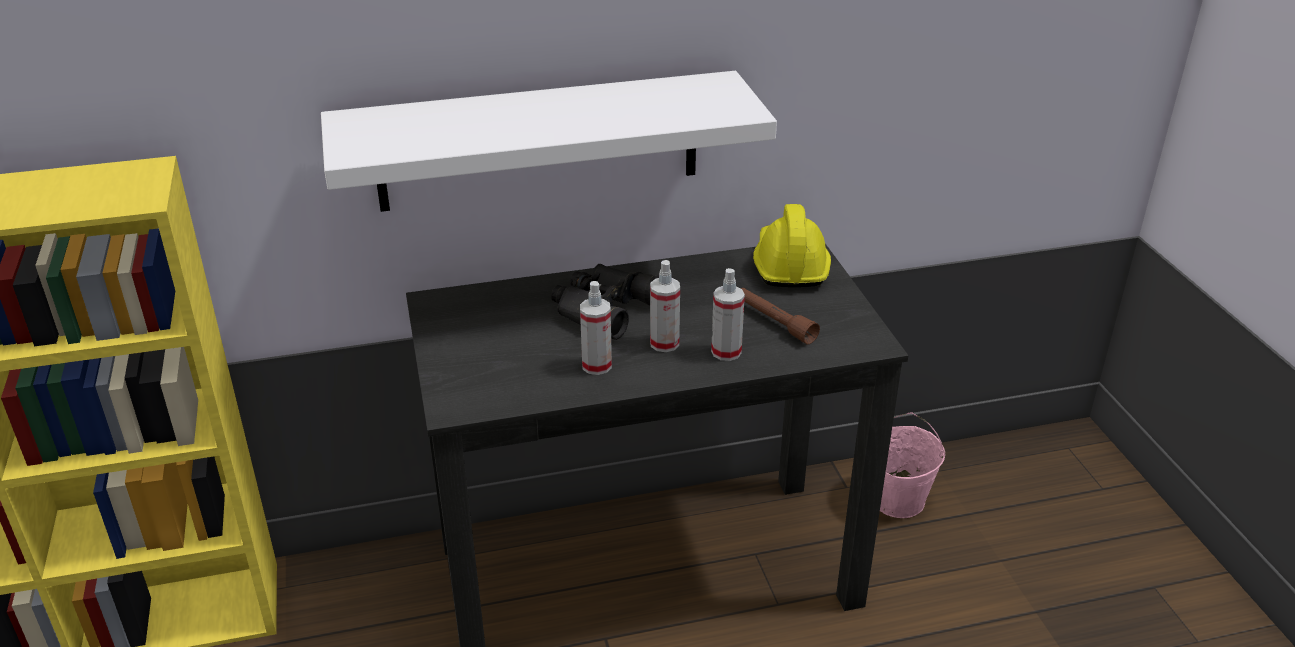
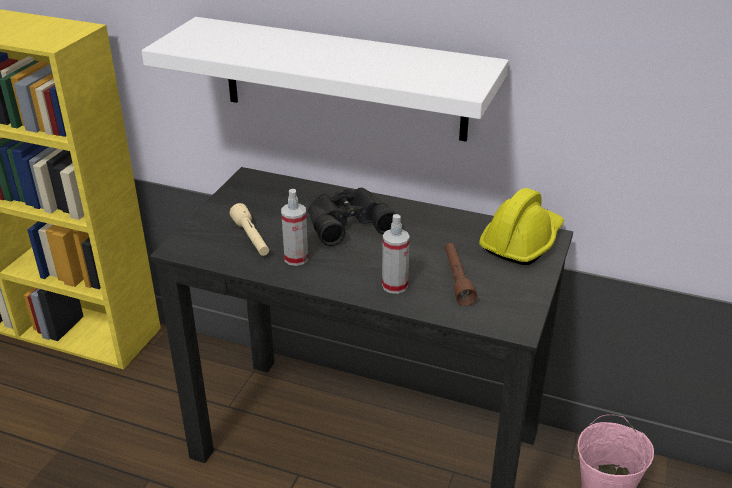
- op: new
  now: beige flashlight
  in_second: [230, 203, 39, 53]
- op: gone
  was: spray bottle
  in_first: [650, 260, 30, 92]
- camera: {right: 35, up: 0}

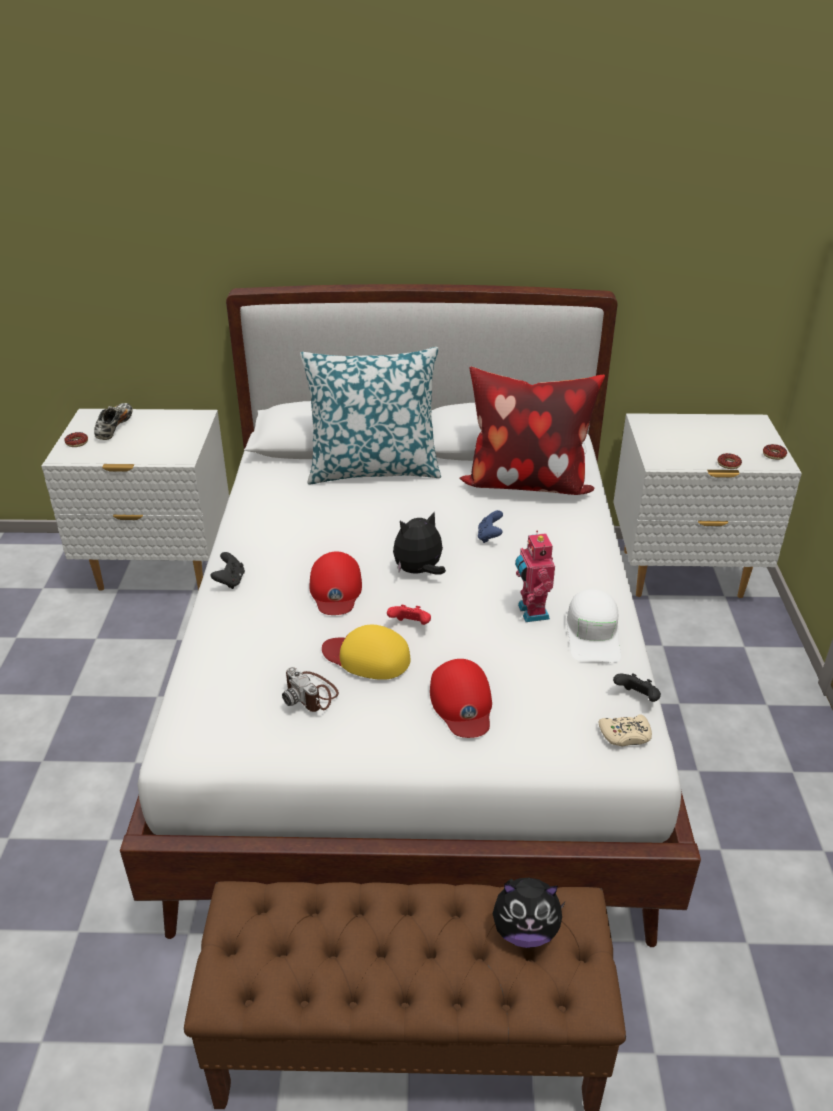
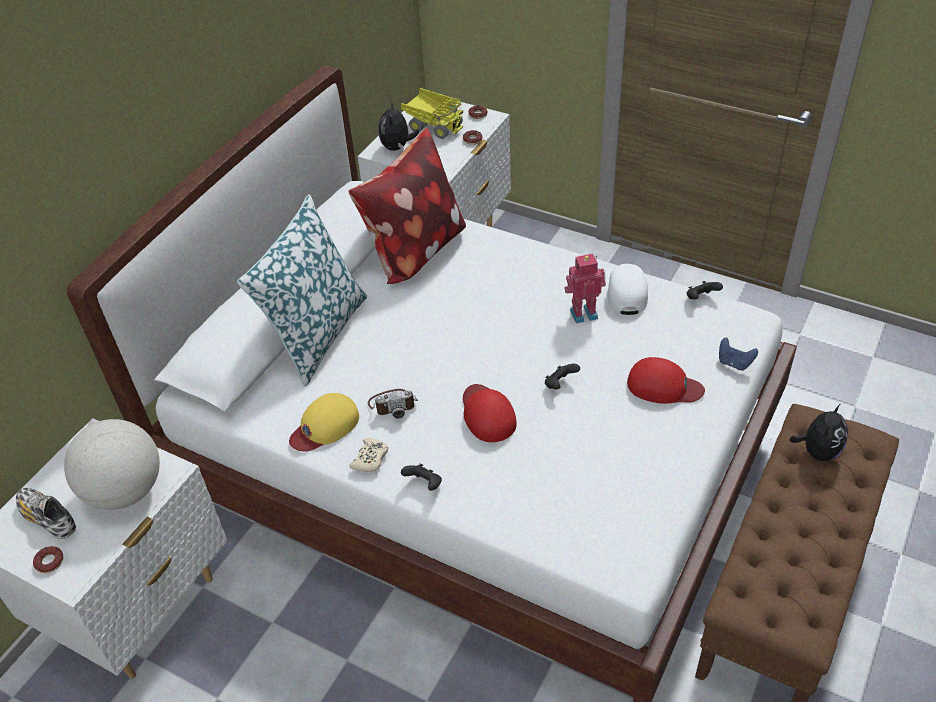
- op: new
  now: globe
  in_second: [64, 419, 96, 91]
- op: shifted
  was: yellow cap
  in_first: [322, 625, 89, 55]
  in_second: [289, 393, 70, 59]
- op: shifted
  was: beige game controller
  in_first: [598, 714, 54, 32]
  in_second: [349, 438, 39, 34]
- op: shifted
  was: photo camera
  in_first: [282, 667, 57, 45]
  in_second: [368, 389, 50, 29]
- op: shifted
  was: plush toy
  in_first: [393, 511, 53, 64]
  in_second: [378, 100, 41, 51]
- op: new
  now: toy truck
  in_second: [401, 88, 63, 51]
- op: rotated
  was: red cap
  in_first: [310, 552, 52, 63]
  in_second: [463, 384, 54, 58]
  clockwise: -135
- op: repainted
  was: red game controller
  now: black game controller
  in_first: [387, 605, 44, 20]
  in_second: [545, 364, 35, 25]
- op: rotated
  was: toy robot
  in_first: [515, 530, 40, 92]
  in_second: [564, 253, 42, 71]
  clockwise: 150
- op: rotated
  was: white cap
  in_first: [567, 589, 54, 73]
  in_second: [605, 264, 43, 51]
  clockwise: -120
- op: shifted
  was: blue game controller
  in_first: [478, 510, 25, 33]
  in_second: [719, 338, 39, 33]
- camera: {right: -60, up: 10}

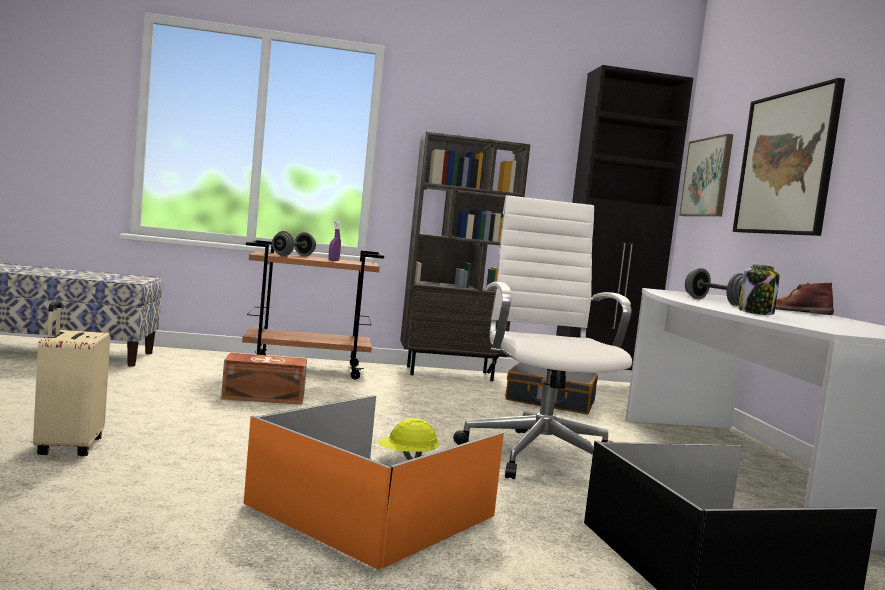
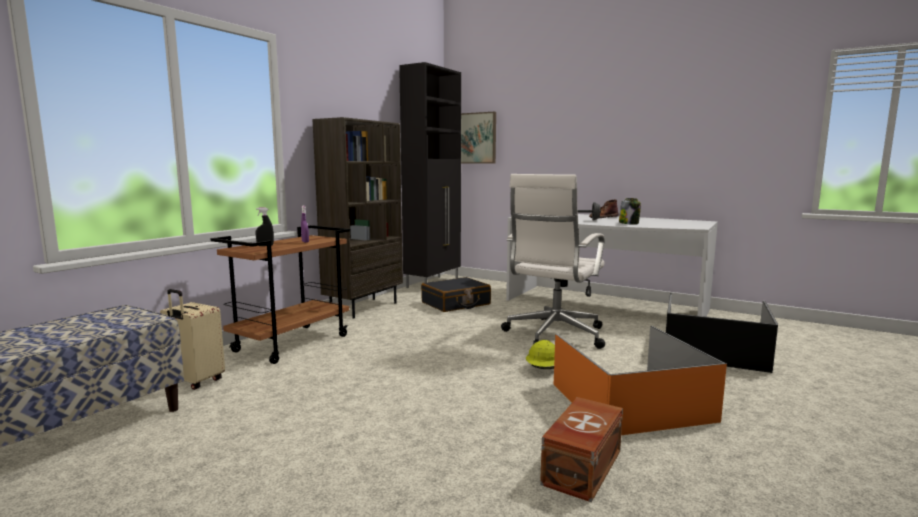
- op: shifted
  was: beige suitcase
  in_first: [33, 301, 77, 155]
  in_second: [160, 289, 65, 101]
- op: swapped
  was: grey dumbbell
  now: black spray bottle
  in_first: [272, 231, 44, 25]
  in_second: [256, 208, 18, 38]
- op: rotated
  was: white office chair
  in_first: [453, 195, 179, 284]
  in_second: [501, 174, 104, 175]
  clockwise: -90
- op: shifted
  was: brown storage box
  in_first: [221, 353, 86, 52]
  in_second: [540, 397, 83, 105]
- op: gone
  was: picture
  in_first: [733, 78, 112, 158]
- camera: {right: -50, up: 5}

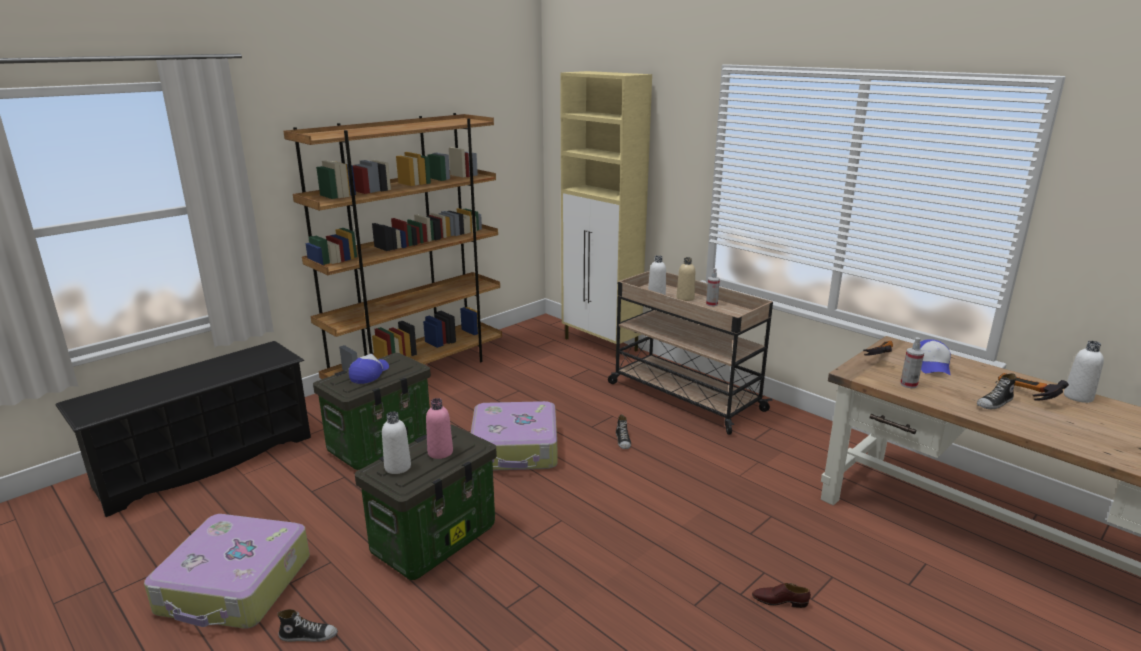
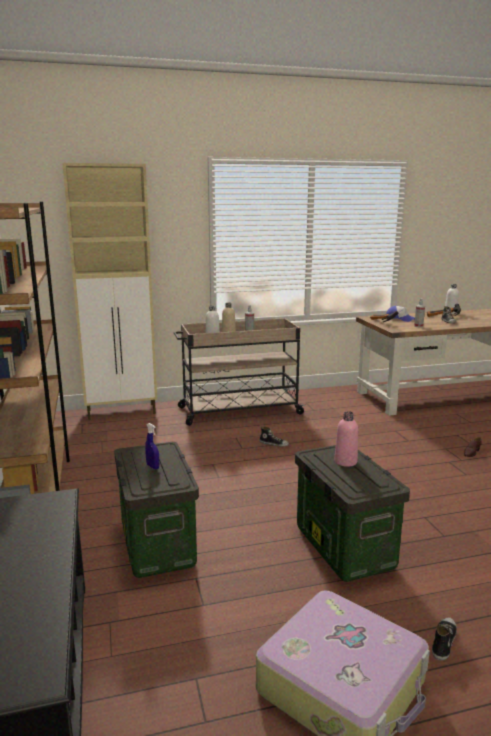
- op: swapped
  was: cap
  now: blue spray bottle
  in_first: [349, 354, 40, 30]
  in_second: [145, 423, 14, 46]
- op: gone
  was: white bottle
  in_first: [382, 411, 29, 63]
- op: gone
  was: suitcase
  in_first: [471, 401, 87, 70]
- camera: {right: -60, up: -5}

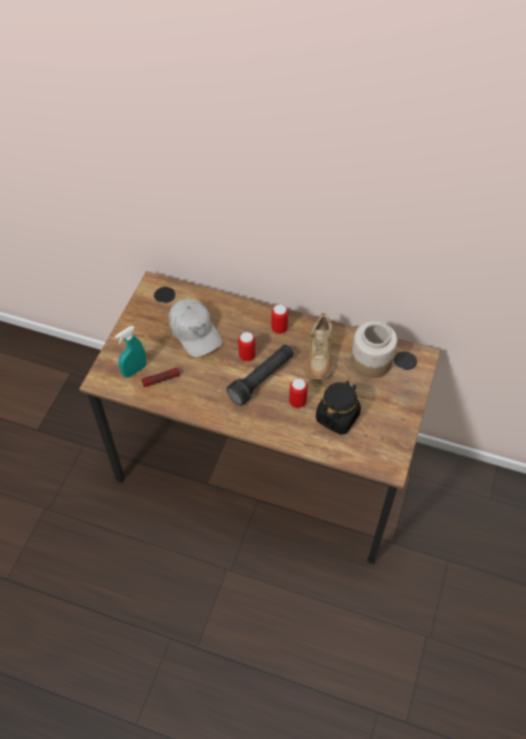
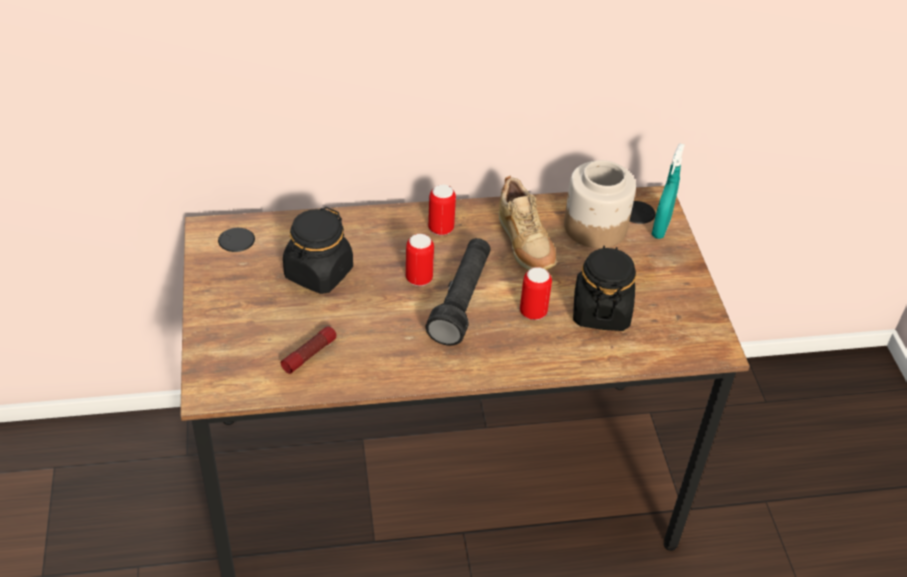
- op: swapped
  was: white cap
  now: black jar
  in_first: [169, 299, 53, 58]
  in_second: [283, 207, 70, 87]
- op: shifted
  was: turquoise spray bottle
  in_first: [115, 326, 31, 52]
  in_second: [652, 143, 33, 96]
- camera: {right: -30, up: -10}

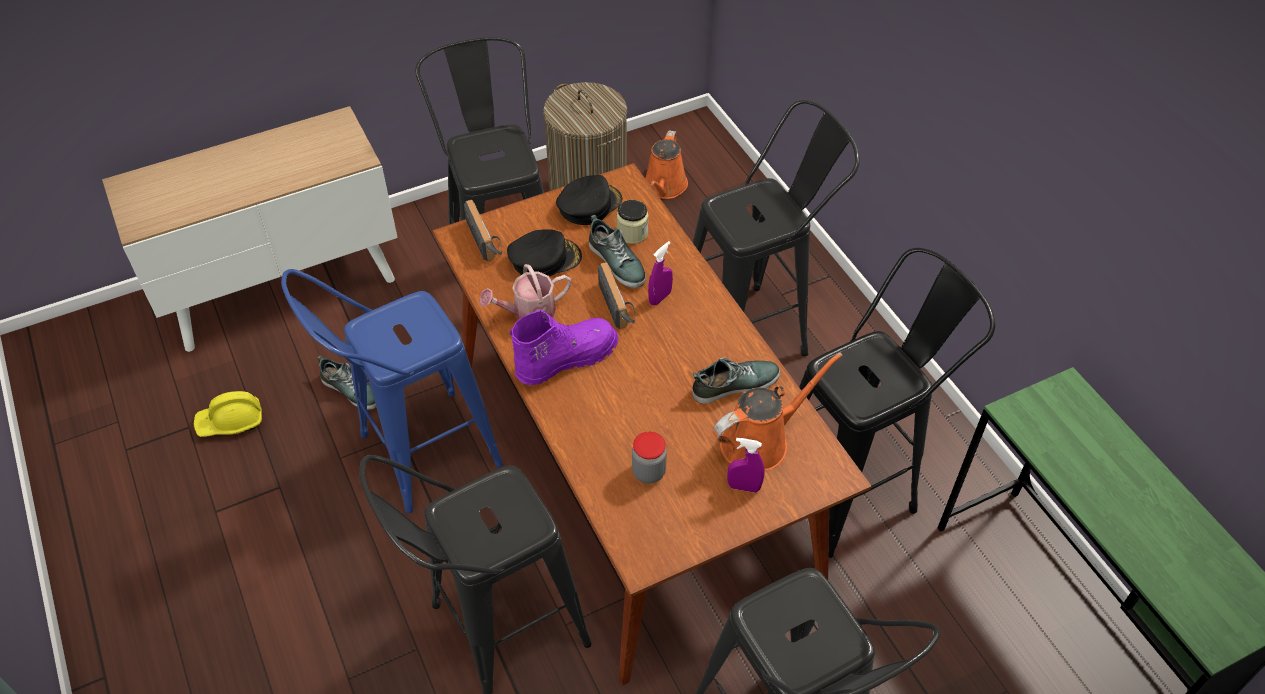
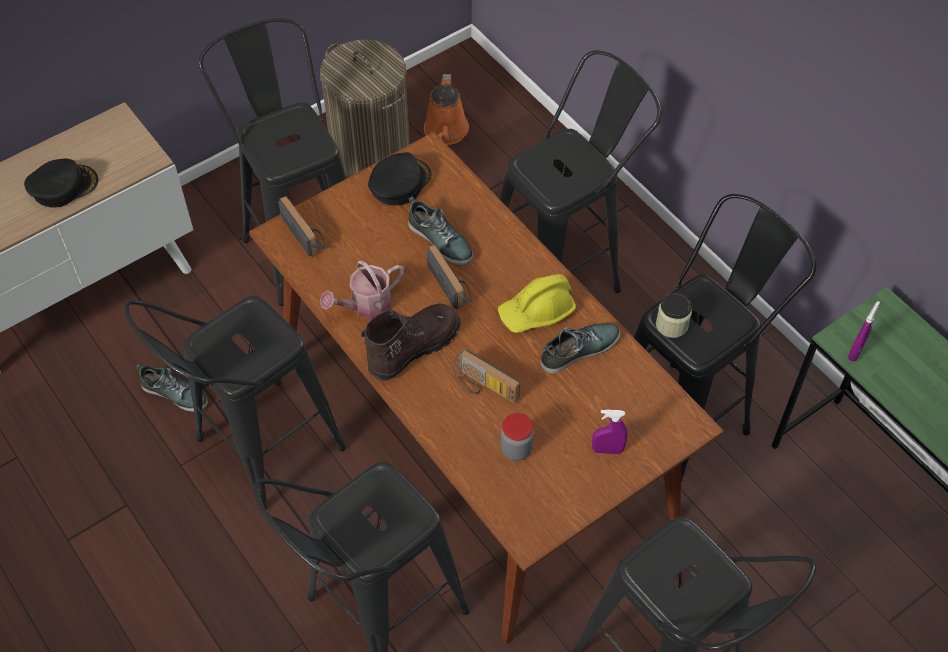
- op: shifted
  was: black cap
  in_first: [507, 229, 75, 48]
  in_second: [24, 158, 74, 50]
- op: repainted
  was: blue stool
  now: black stool
  in_first: [281, 269, 222, 245]
  in_second: [124, 296, 222, 214]
- op: repainted
  was: purple boot
  now: brown boot
  in_first: [510, 310, 108, 75]
  in_second: [361, 303, 100, 77]
- op: new
  now: radio
  in_second: [453, 349, 67, 54]
- op: shifted
  was: yellow hard hat
  in_first: [194, 391, 68, 46]
  in_second: [498, 274, 78, 59]
- op: shifted
  was: jar
  in_first: [616, 200, 32, 44]
  in_second: [656, 293, 36, 45]
- op: shifted
  was: purple spray bottle
  in_first: [648, 241, 25, 65]
  in_second: [848, 301, 32, 61]
- op: gone
  was: orange watering can
  in_first: [713, 352, 130, 119]
- camera: {right: -10, up: 5}

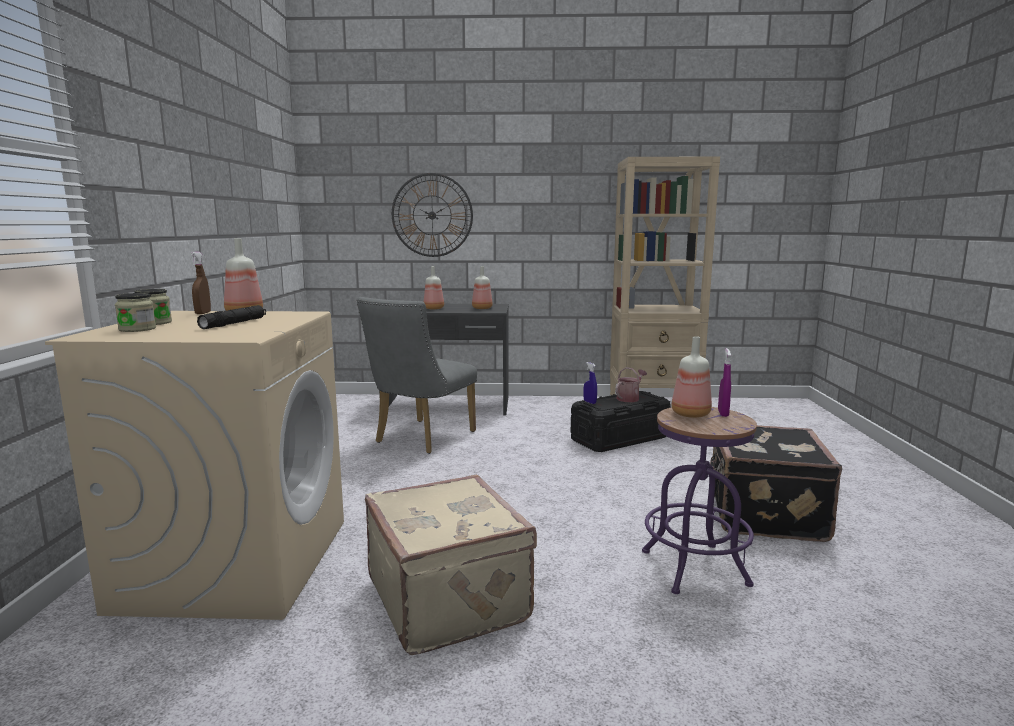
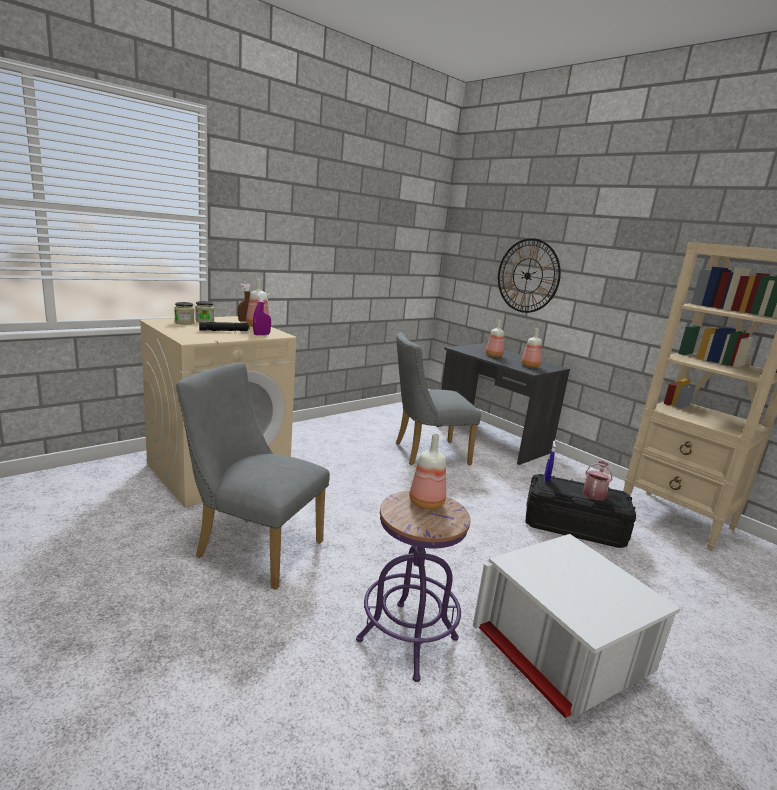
- op: swapped
  was: beige suitcase
  now: grey chair
  in_first: [365, 475, 172, 180]
  in_second: [176, 362, 154, 228]
- op: shifted
  was: purple spray bottle
  in_first: [718, 348, 13, 69]
  in_second: [253, 293, 18, 42]
- op: swapped
  was: black suitcase
  now: white storage box
  in_first: [710, 425, 132, 117]
  in_second: [473, 534, 207, 184]
- op: rotated
  was: watering can
  in_first: [616, 367, 31, 35]
  in_second: [582, 461, 30, 39]
  clockwise: -60
- camera: {right: 45, up: 5}

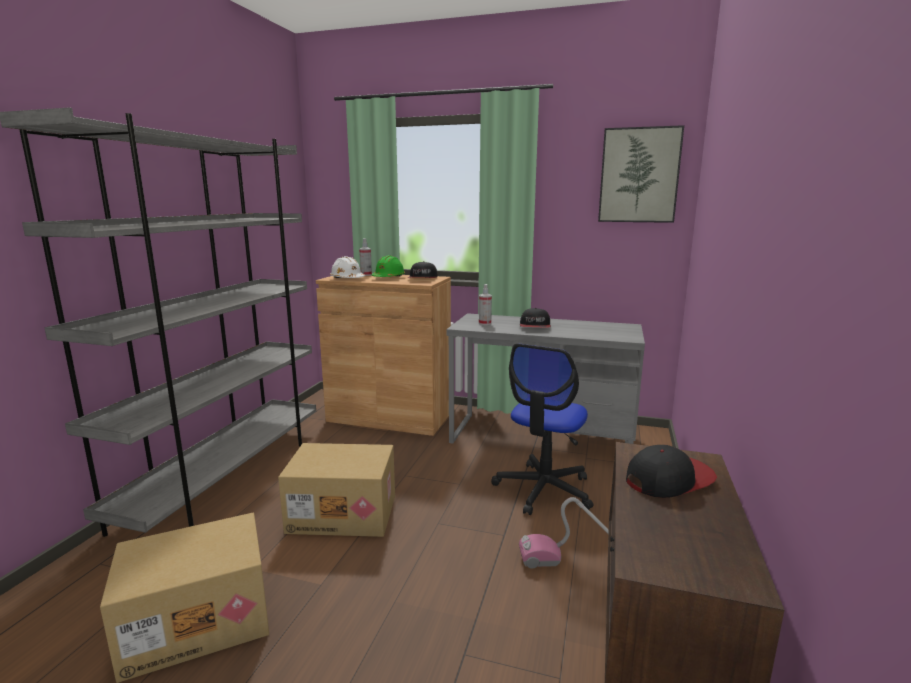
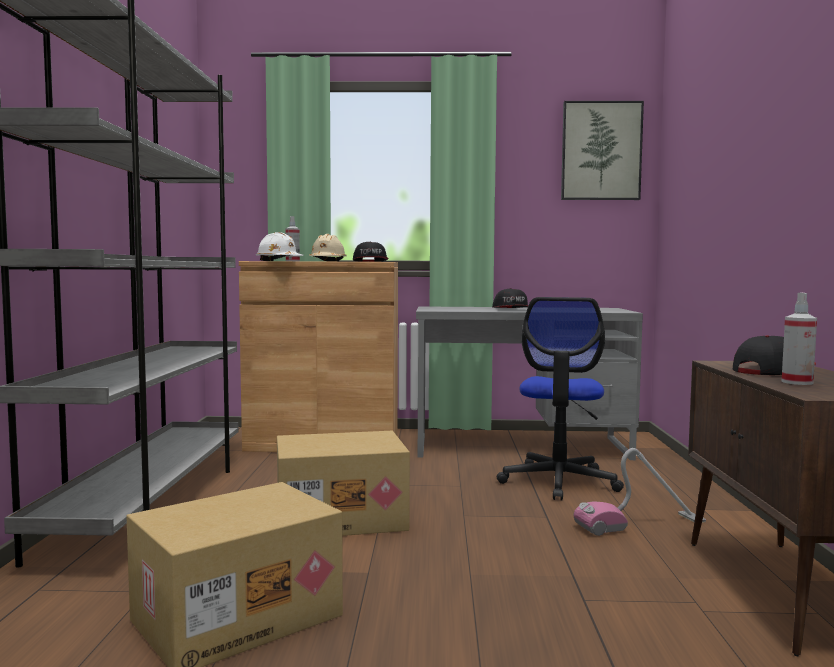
- op: repainted
  was: green hard hat
  now: beige hard hat
  in_first: [372, 255, 33, 22]
  in_second: [309, 234, 38, 28]
- op: shifted
  was: spray bottle
  in_first: [479, 284, 13, 41]
  in_second: [782, 293, 35, 92]
- camera: {right: -15, up: -10}

